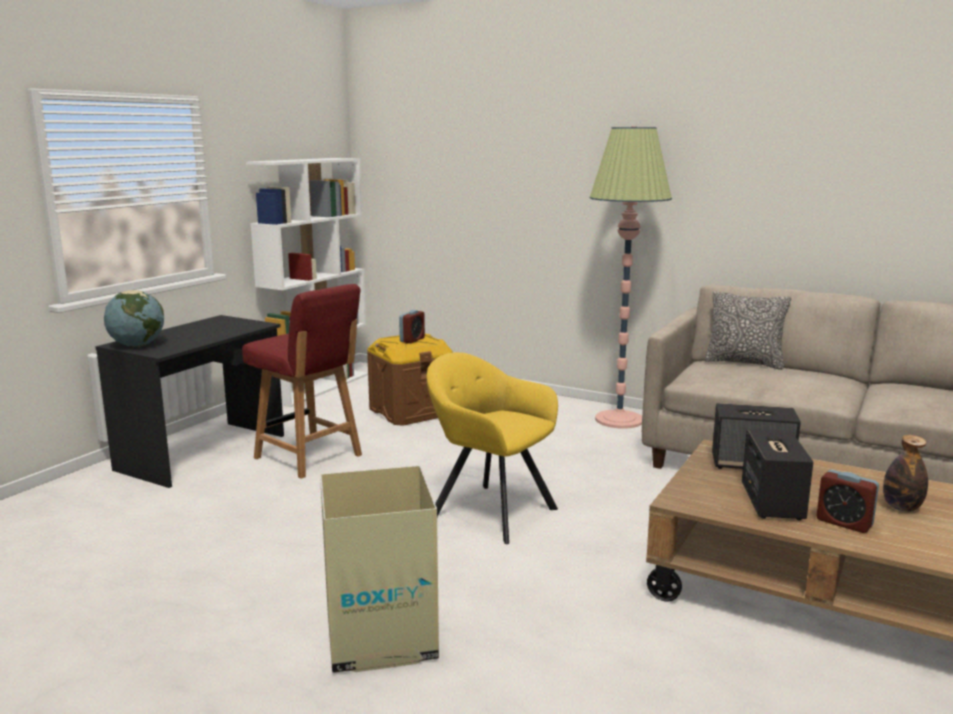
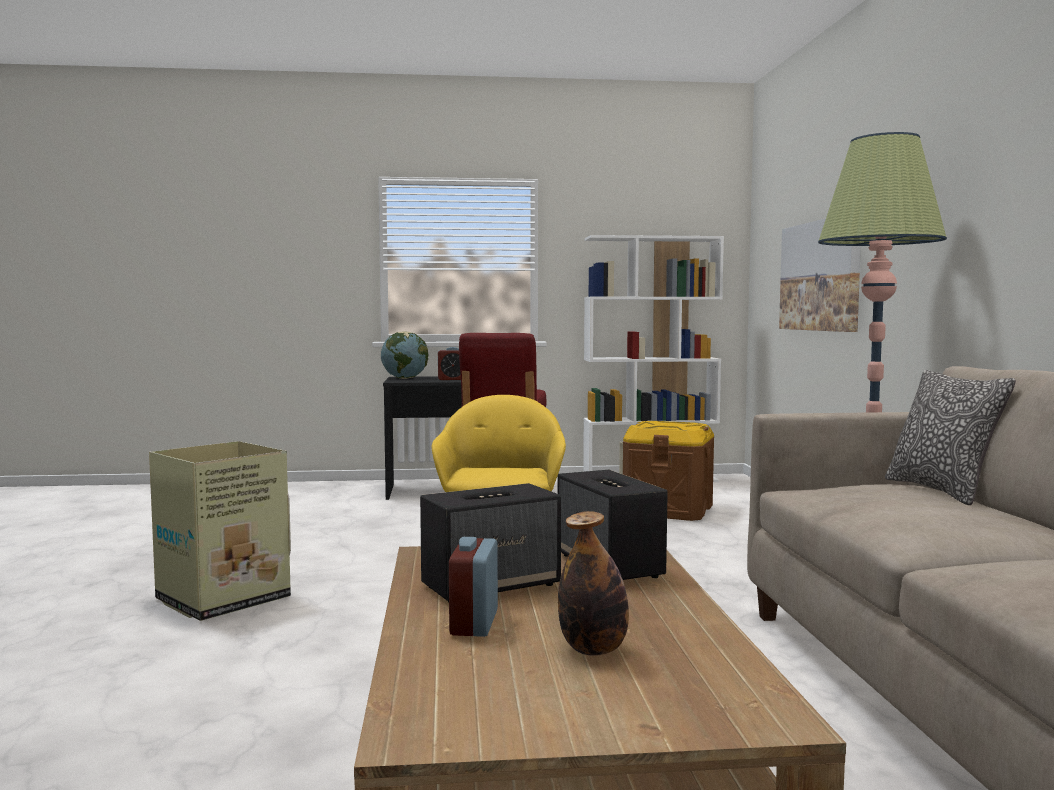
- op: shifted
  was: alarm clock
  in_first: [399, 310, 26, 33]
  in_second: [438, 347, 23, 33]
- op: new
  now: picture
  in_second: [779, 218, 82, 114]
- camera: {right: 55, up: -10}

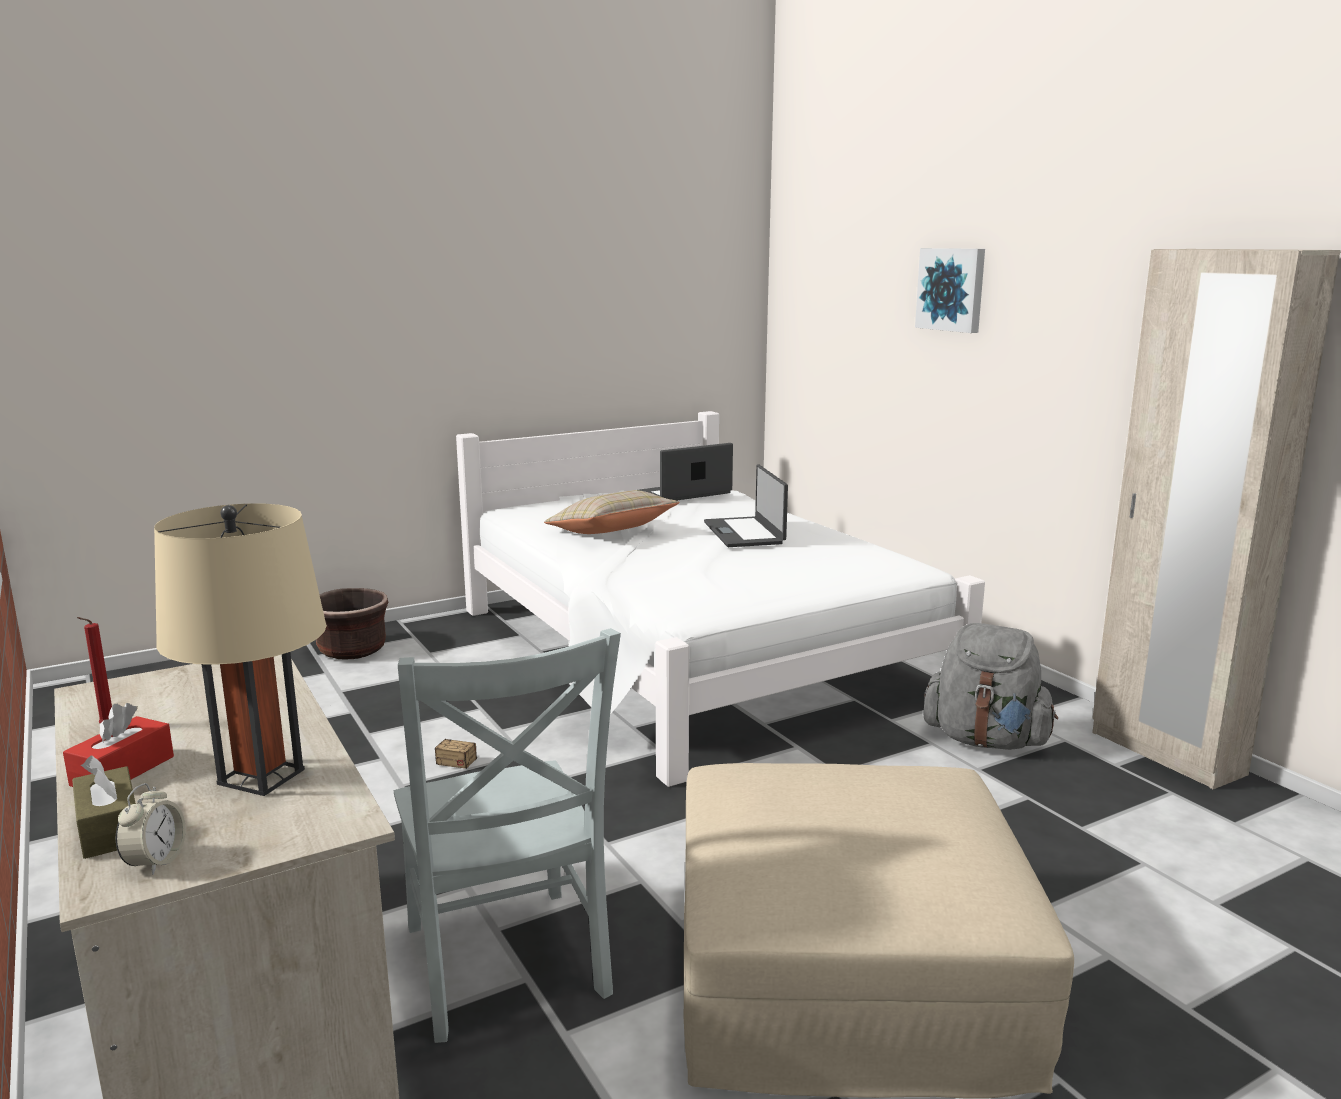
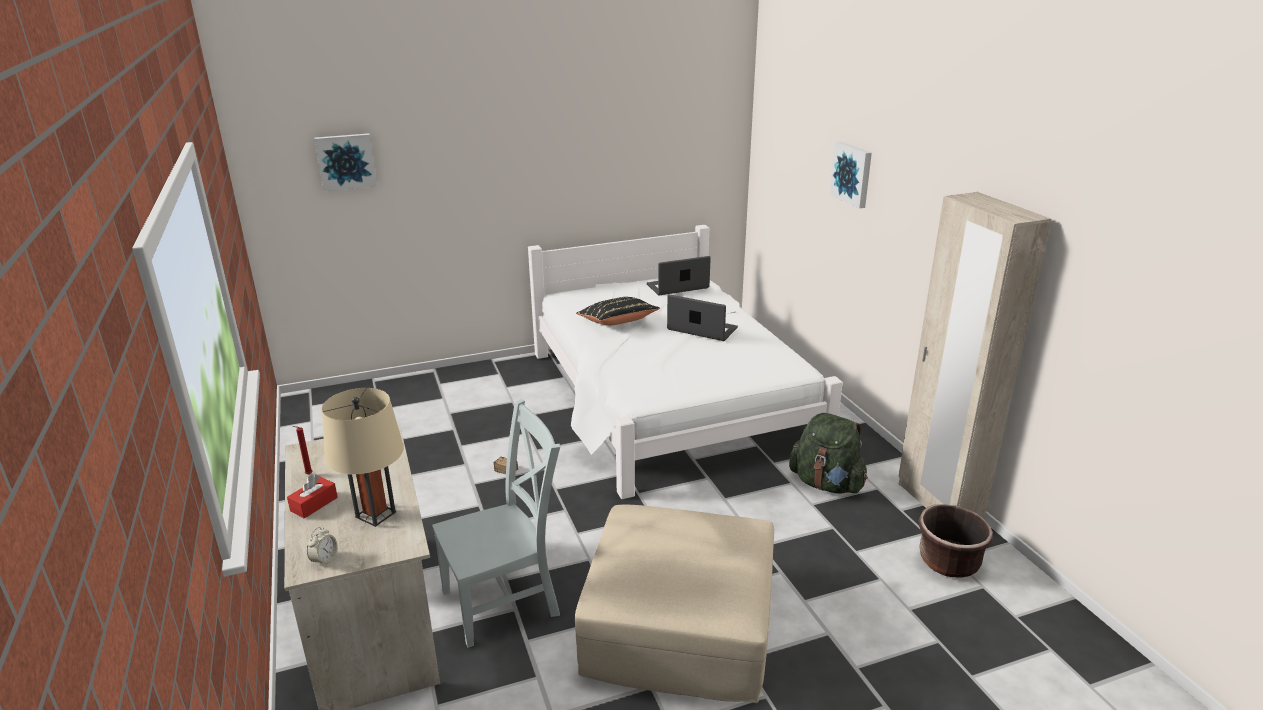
- op: new
  now: picture
  in_second: [314, 133, 63, 58]
- op: rotated
  was: grey chair
  in_first: [394, 628, 227, 415]
  in_second: [432, 399, 128, 249]
  clockwise: -105
- op: repainted
  was: beige pillow
  now: black pillow
  in_first: [544, 490, 136, 44]
  in_second: [576, 297, 84, 29]
- op: rotated
  was: laptop
  in_first: [704, 464, 84, 83]
  in_second: [667, 294, 71, 47]
  clockwise: 120
- op: repainted
  was: grey backpack
  now: green backpack
  in_first: [924, 623, 134, 127]
  in_second: [789, 413, 79, 81]
- op: shifted
  was: brown planter
  in_first: [316, 588, 72, 71]
  in_second: [918, 505, 75, 73]
- op: gone
  was: brown tissue box
  in_first: [72, 755, 64, 104]
- camera: {right: 10, up: 10}

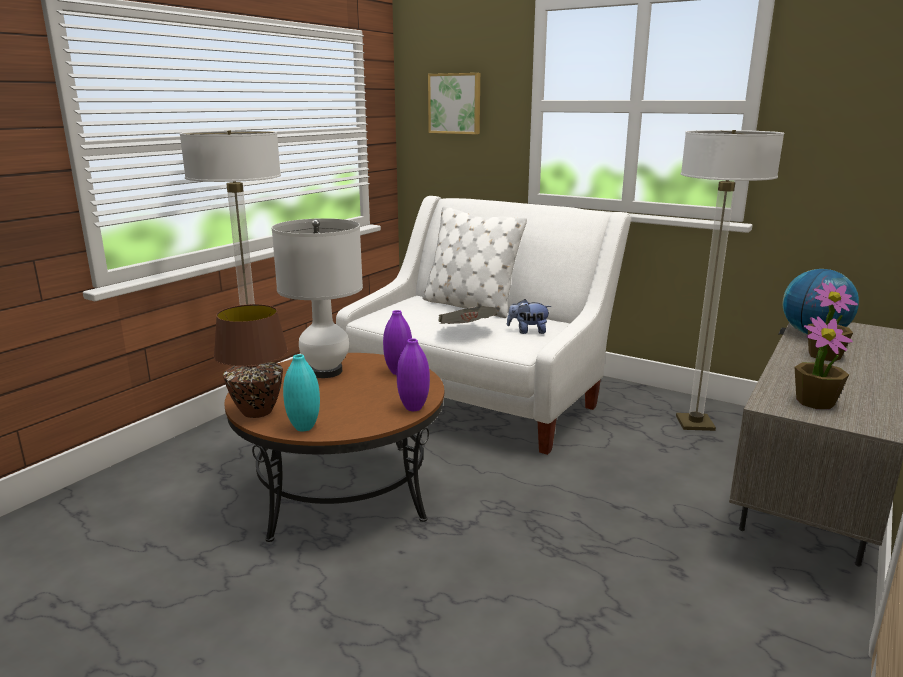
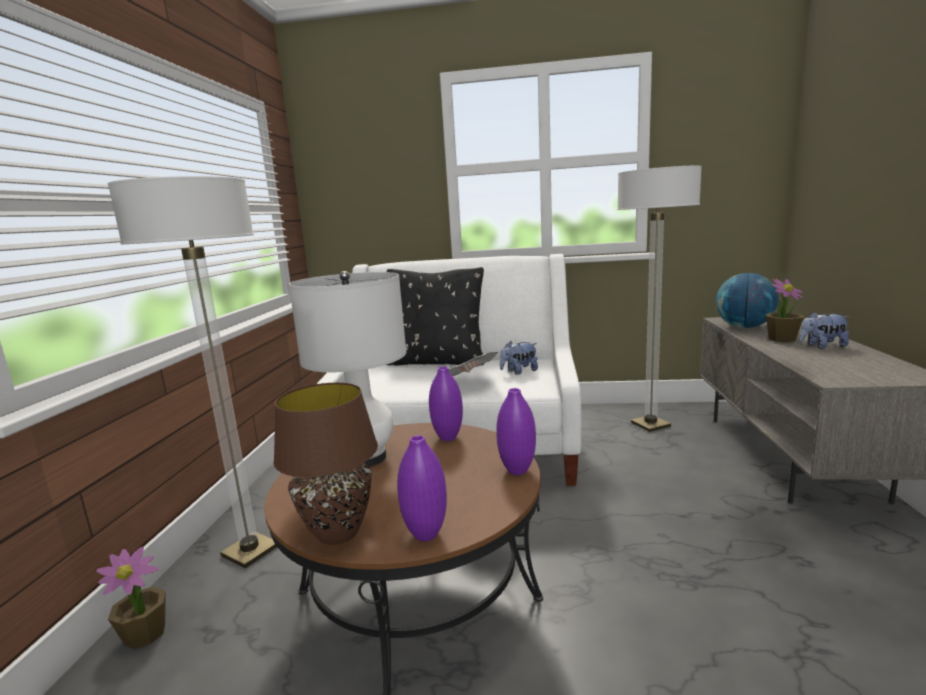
- op: shifted
  was: potted plant
  in_first: [795, 316, 58, 93]
  in_second: [96, 547, 70, 102]
- op: repainted
  was: white pillow
  now: black pillow
  in_first: [422, 206, 105, 112]
  in_second: [387, 267, 97, 98]
- op: repainted
  was: turquoise vase
  now: purple vase
  in_first: [283, 354, 37, 77]
  in_second: [397, 435, 50, 106]
- op: new
  now: plush toy
  in_second: [799, 311, 50, 38]
- op: gone
  was: picture
  in_first: [428, 73, 52, 61]
- camera: {right: -25, up: -5}

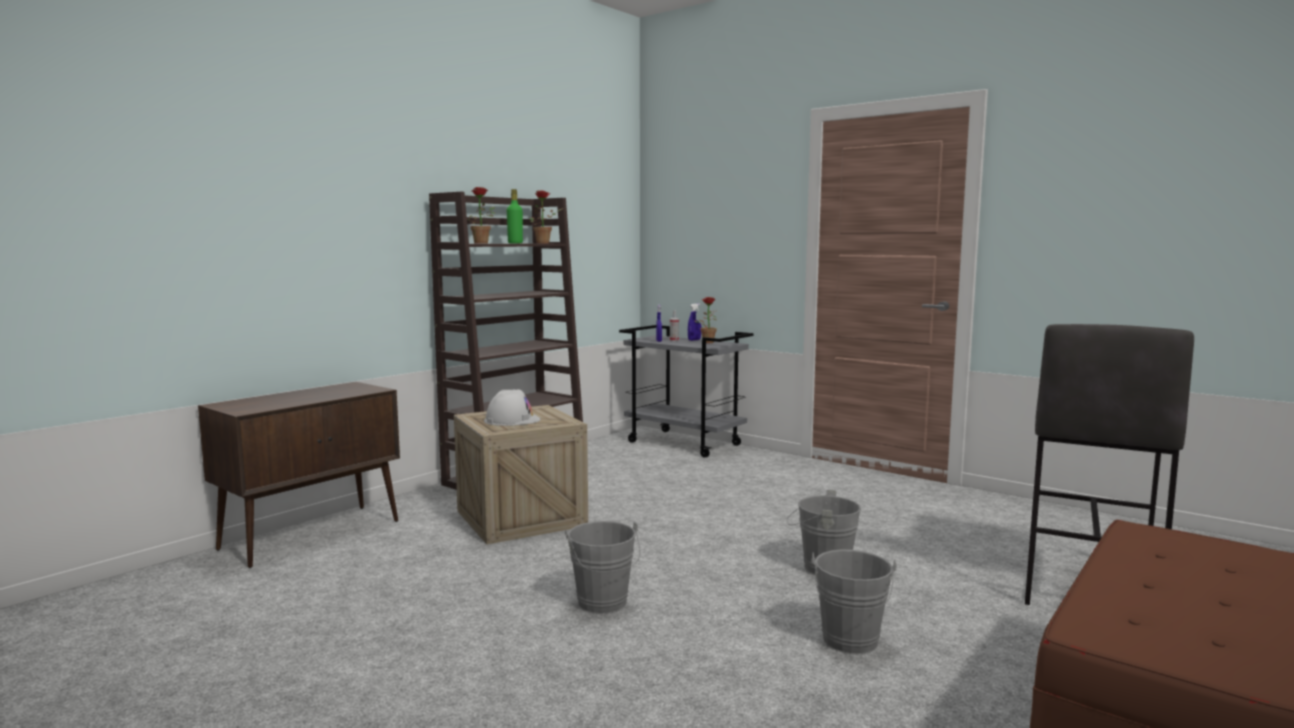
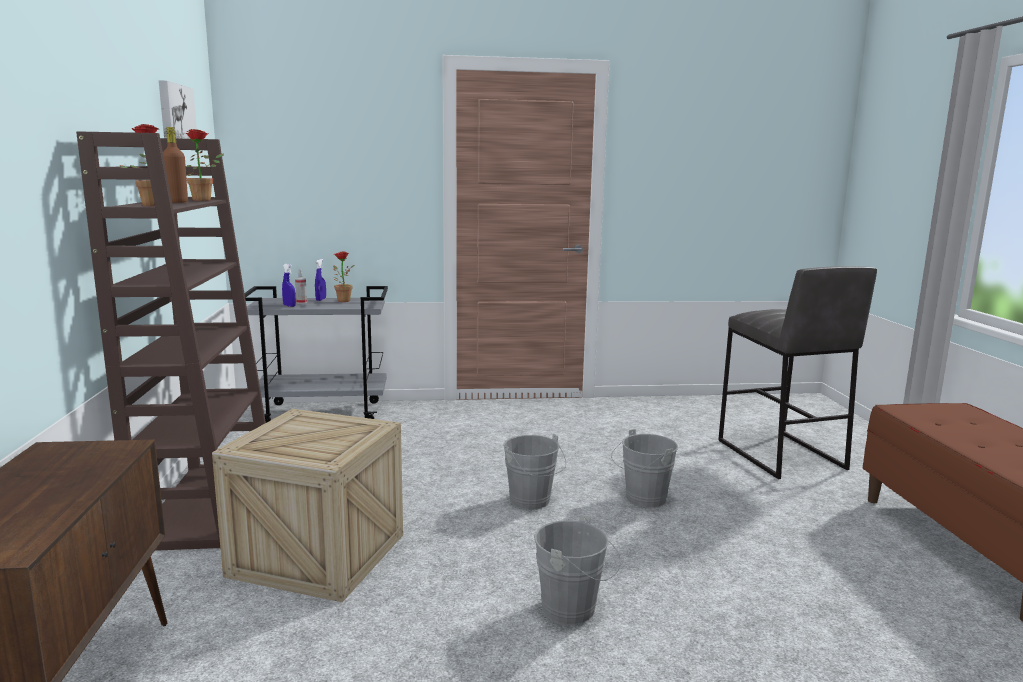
- op: new
  now: picture
  in_second: [159, 80, 38, 59]
- op: repainted
  was: green bottle
  now: brown bottle
  in_first: [507, 189, 16, 54]
  in_second: [163, 127, 25, 76]
- op: shifted
  was: grey bucket
  in_first: [812, 550, 85, 104]
  in_second: [503, 434, 63, 76]
- op: gone
  was: white hard hat
  in_first: [484, 389, 56, 37]
- camera: {right: -45, up: 5}

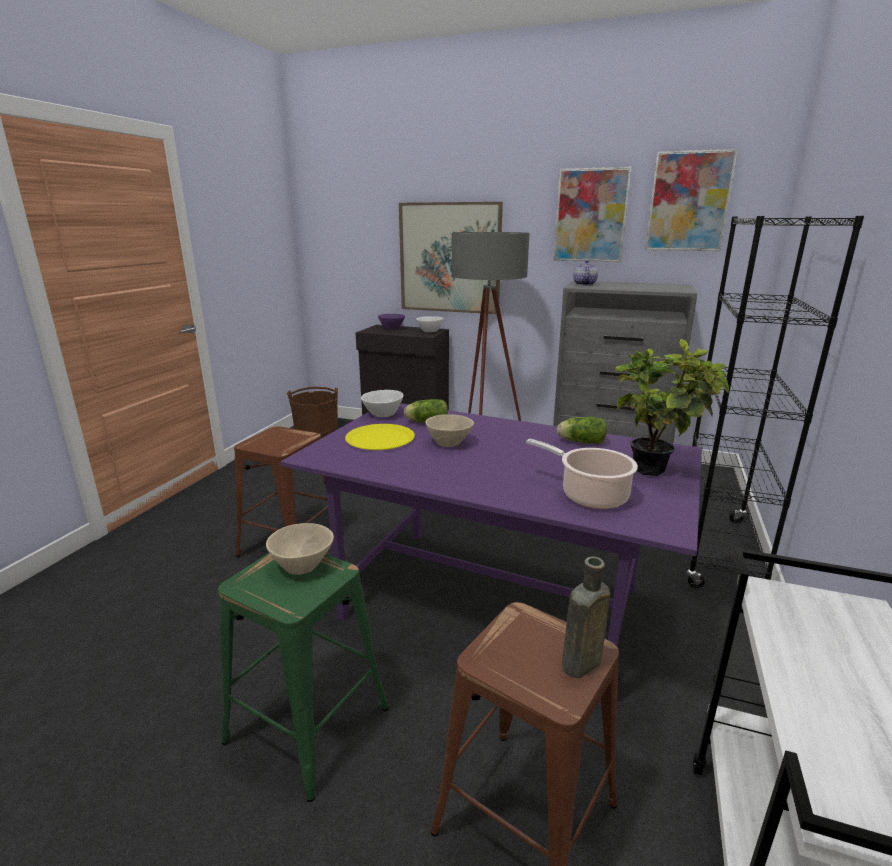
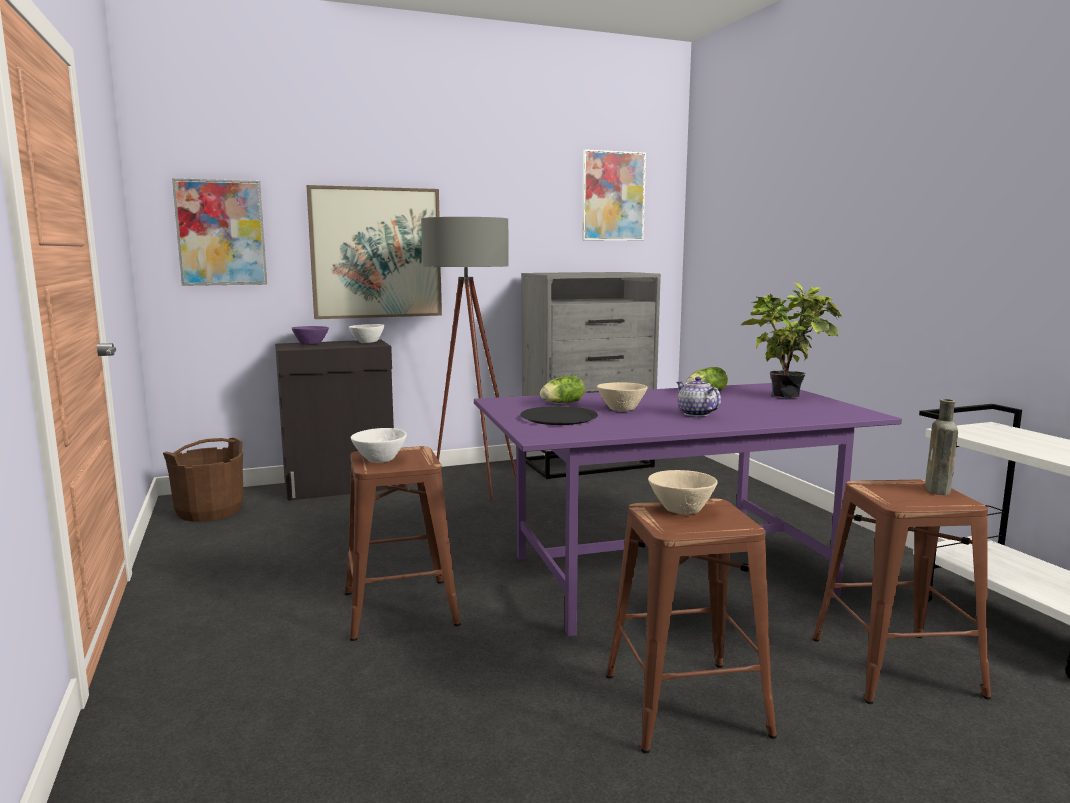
- op: shifted
  was: picture
  in_first: [554, 167, 78, 95]
  in_second: [172, 178, 95, 108]
- op: shifted
  was: white bowl
  in_first: [361, 390, 42, 28]
  in_second: [351, 428, 56, 35]
- op: repainted
  was: yellow plate
  now: black plate
  in_first: [345, 424, 70, 26]
  in_second: [520, 406, 78, 19]
- op: repainted
  was: green stool
  now: brown stool
  in_first: [218, 553, 171, 249]
  in_second: [606, 499, 171, 254]
- op: shifted
  was: teapot
  in_first: [573, 260, 25, 26]
  in_second: [676, 377, 45, 40]
- op: gone
  was: cooking pot
  in_first: [526, 439, 112, 70]
- op: gone
  was: black bookcase
  in_first: [686, 216, 178, 372]
- camera: {right: -40, up: -10}

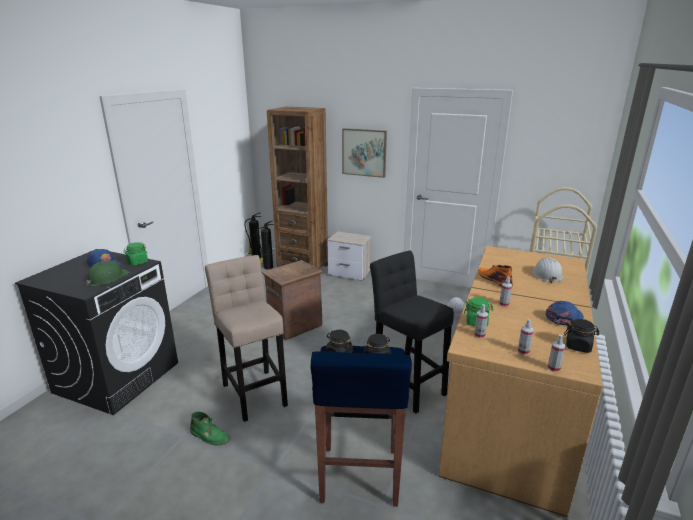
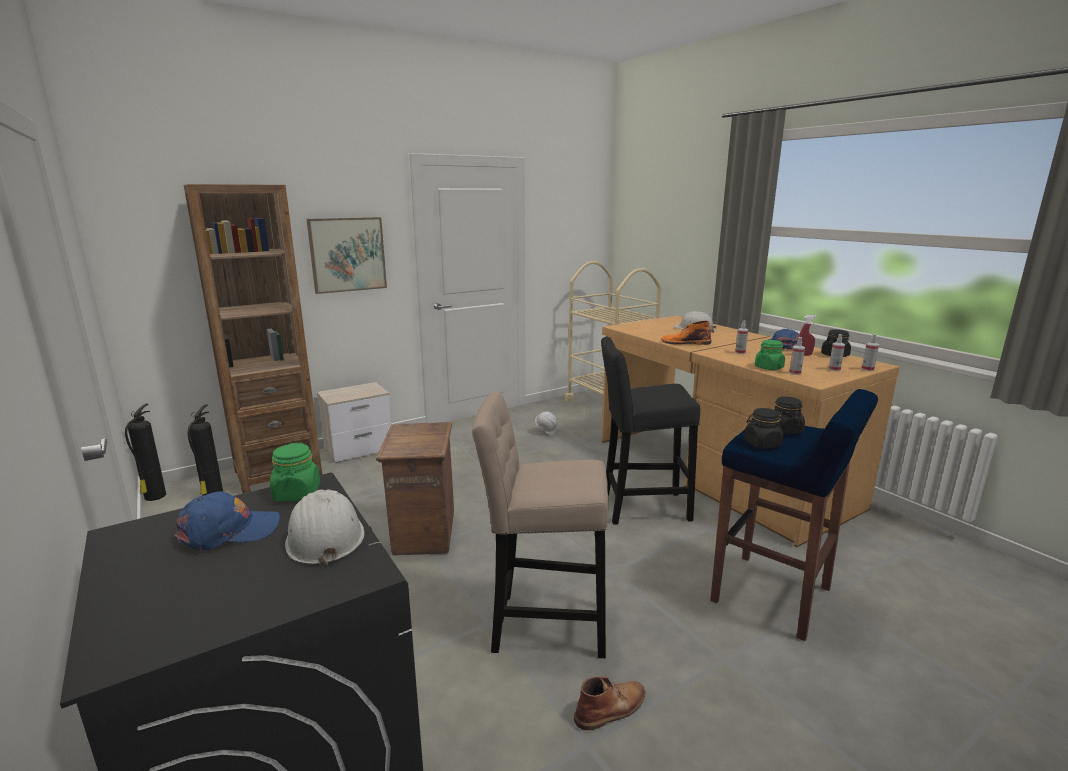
- op: repainted
  was: green hard hat
  now: white hard hat
  in_first: [86, 261, 44, 25]
  in_second: [285, 489, 80, 78]
- op: repainted
  was: green boot
  now: brown boot
  in_first: [190, 412, 40, 33]
  in_second: [574, 675, 71, 55]
- op: new
  now: red spray bottle
  in_second: [798, 315, 19, 41]
- camera: {right: -55, up: -5}

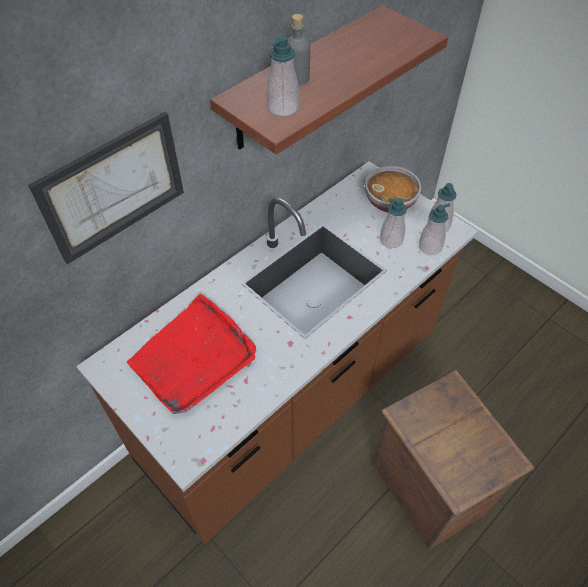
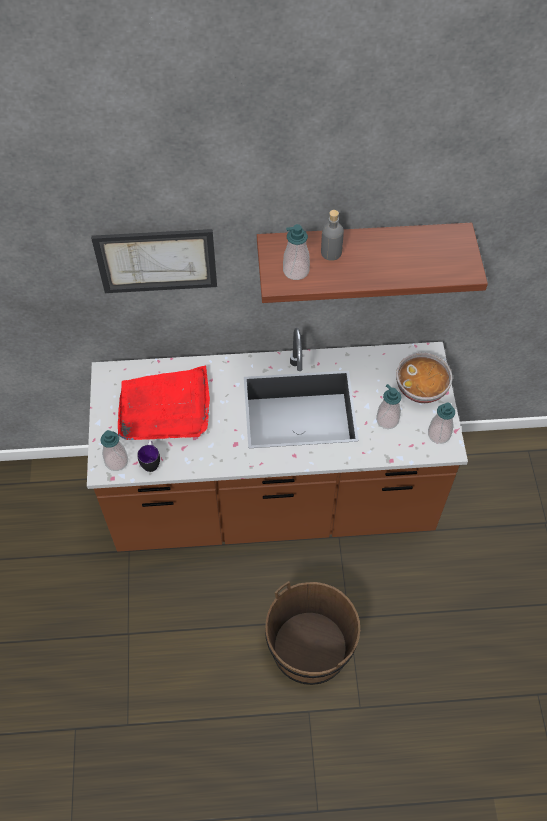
- op: shifted
  was: soap dispenser
  in_first: [419, 203, 31, 52]
  in_second: [100, 430, 28, 41]
- op: new
  now: mug
  in_second: [137, 440, 23, 32]
- op: swapped
  was: crate
  now: brown bucket
  in_first: [373, 370, 162, 180]
  in_second: [265, 581, 95, 104]
- camera: {right: 40, up: 5}

